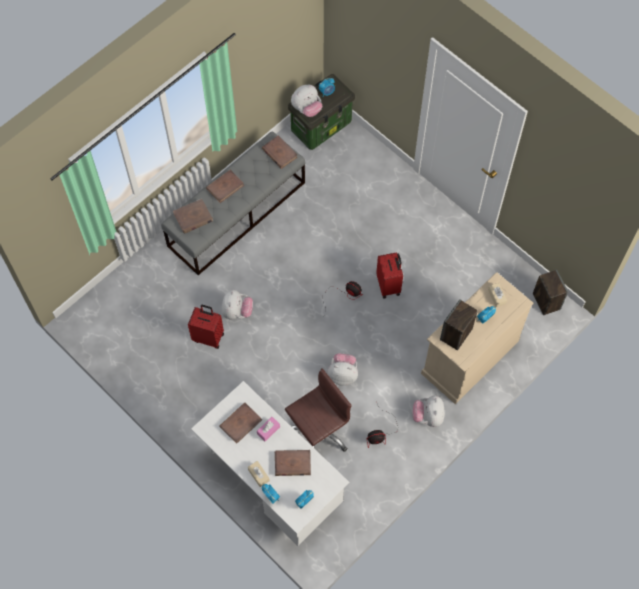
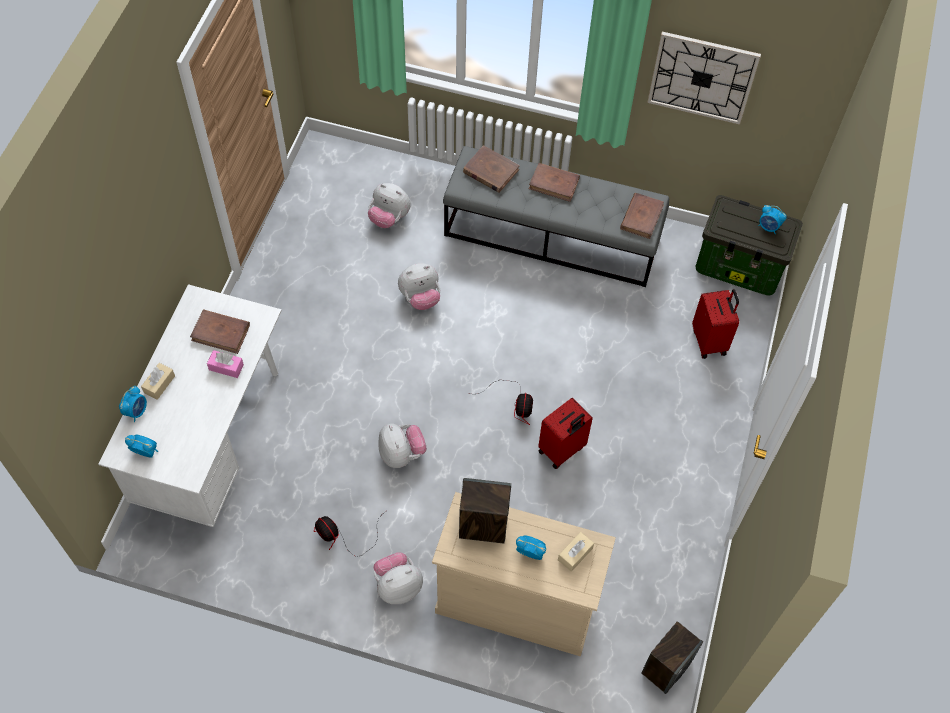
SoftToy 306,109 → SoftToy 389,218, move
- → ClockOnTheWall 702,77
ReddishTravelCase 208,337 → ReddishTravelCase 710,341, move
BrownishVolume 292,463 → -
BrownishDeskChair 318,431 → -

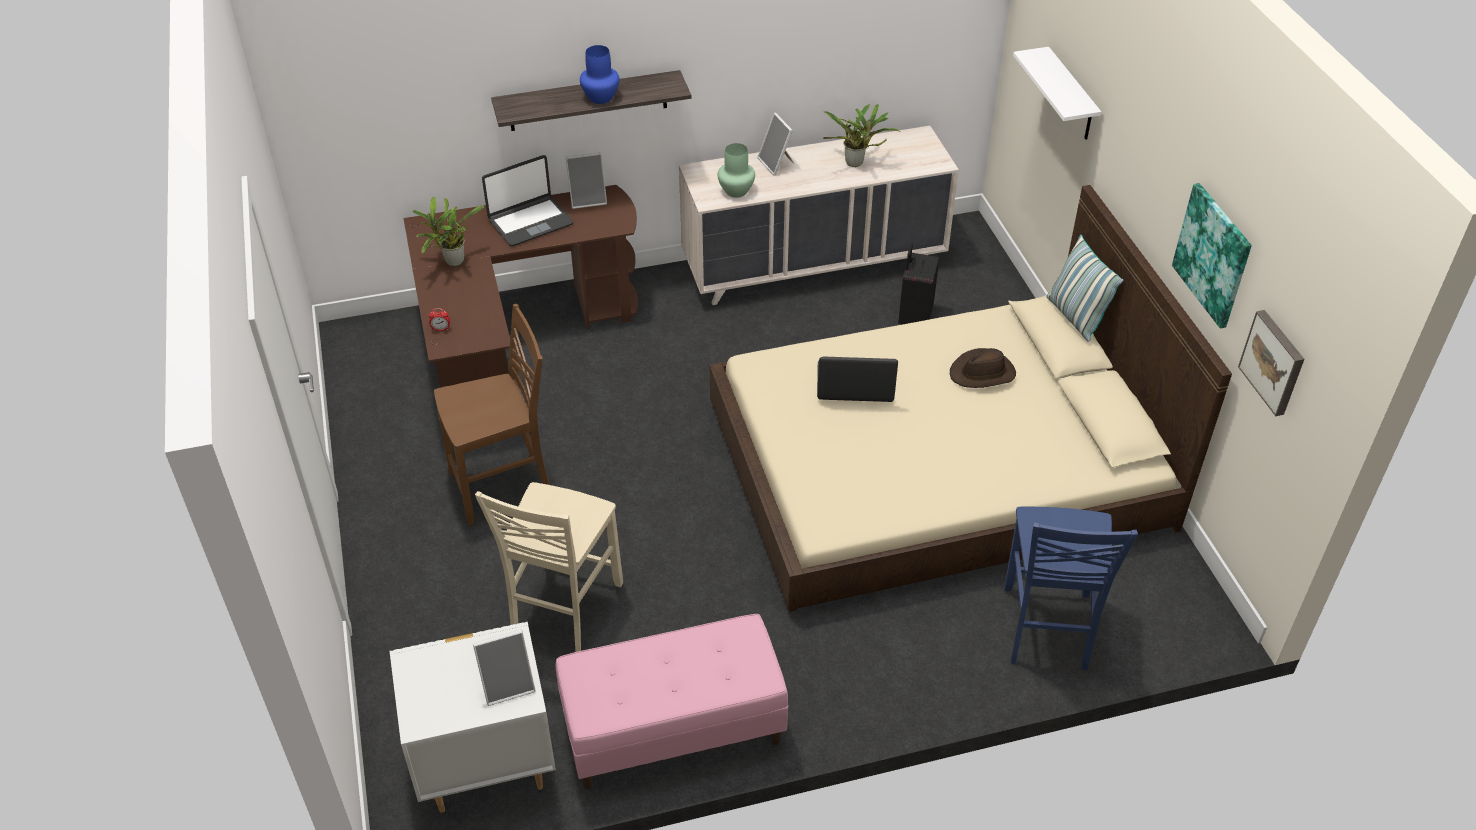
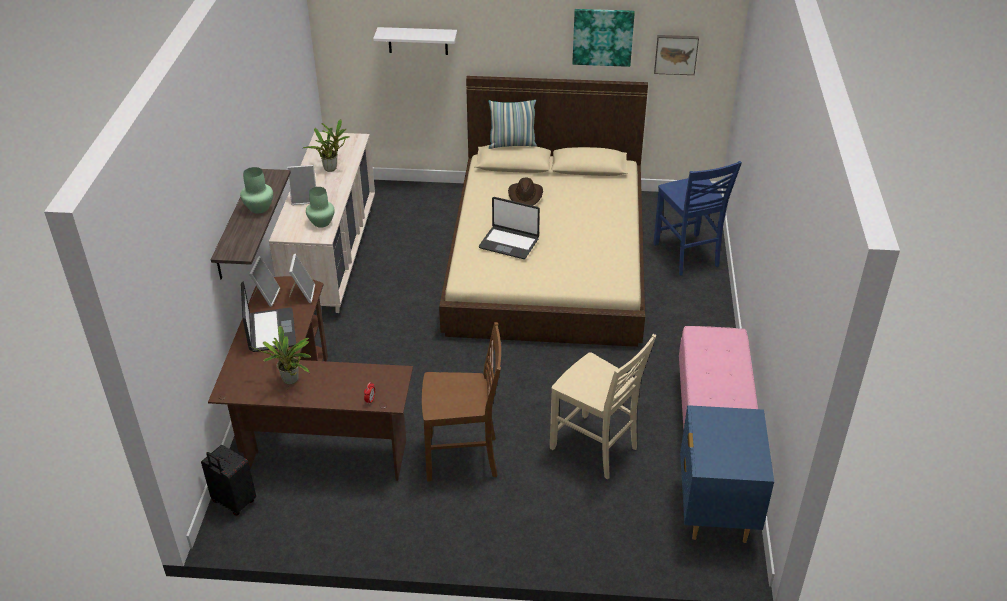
BlackColouredTravelCase 914,318 → BlackColouredTravelCase 233,502, move
BlueFlowerVase 601,97 → GreenColouredFlowerVase 258,208
PictureFrame 508,685 → PictureFrame 302,294, move
BrownishChair 504,486 → BrownishChair 463,458, 90 degrees clockwise
PortableComputer 855,384 → PortableComputer 509,243, 90 degrees counterclockwise
BlueChair 1046,629 → BlueChair 687,256, 45 degrees clockwise
WhiteColouredNightstand 485,767 → BlueNightstand 715,512

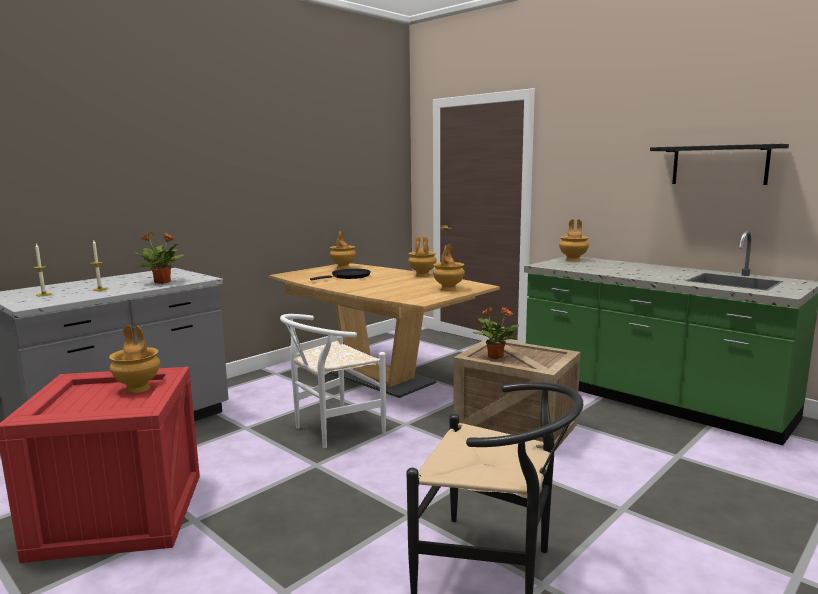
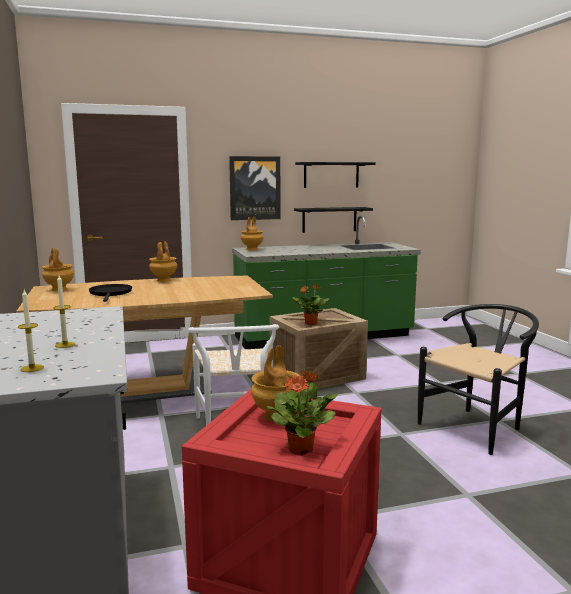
- → WallPicture 255,188
PottedPlant 163,282 → PottedPlant 301,449, move
- → BlackColouredShelf 329,219
BrownishFlowerVase 448,289 → -

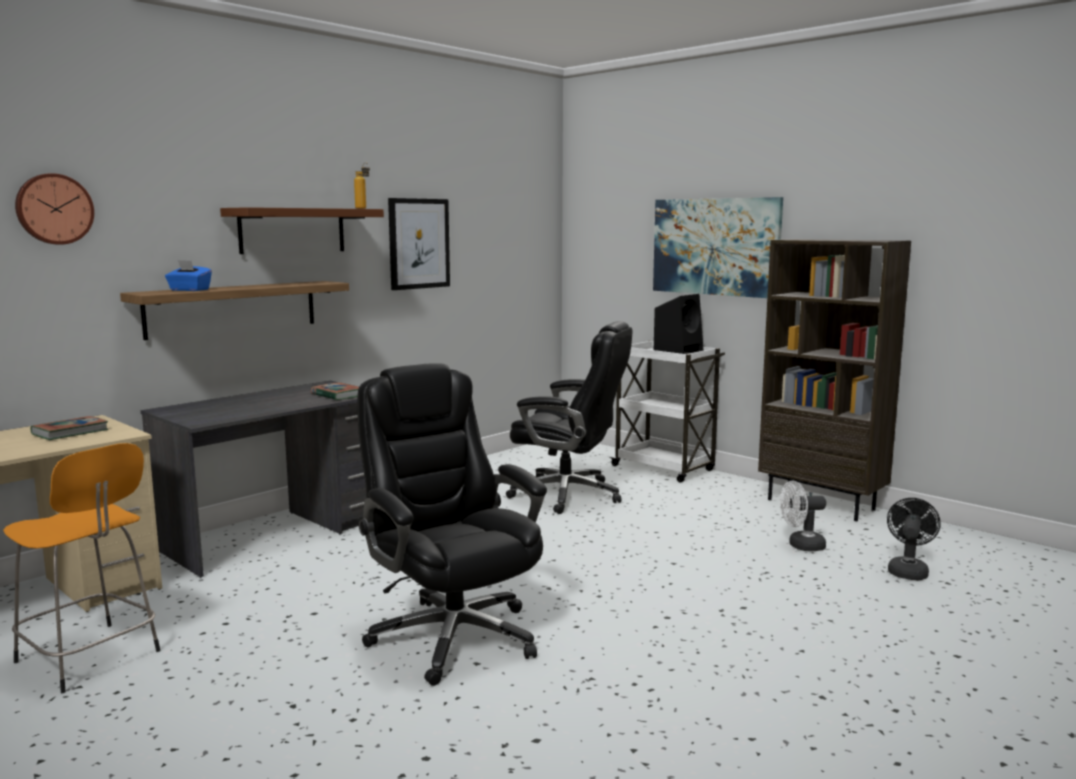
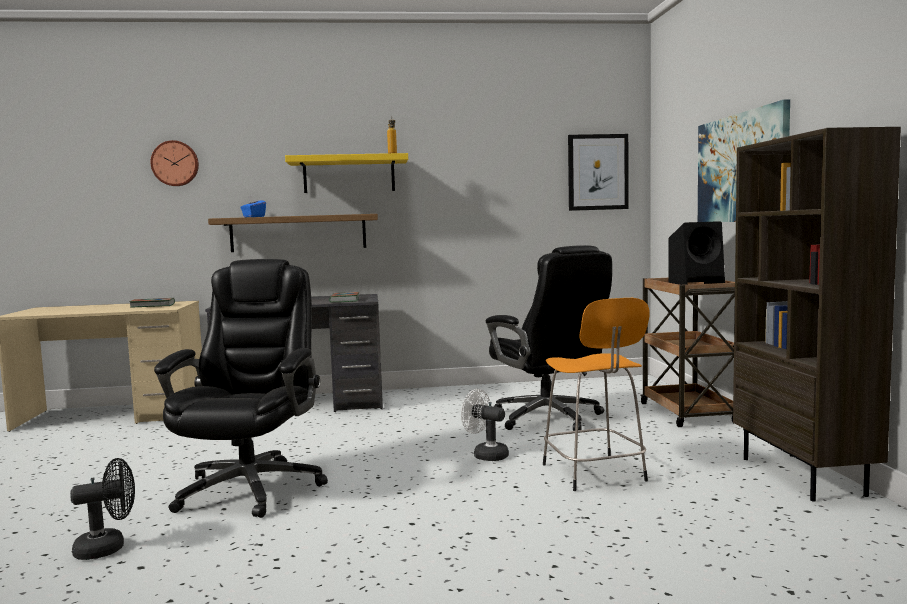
BlackColouredFan 908,570 → BlackColouredFan 108,548, move
BrownishShelf 292,230 → YellowColouredShelf 349,175
WhiteColouredFan 801,546 → WhiteColouredFan 485,455, move
OrangeColouredStoolSeat 90,658 → OrangeColouredStoolSeat 594,474, move
WallPicture 418,243 → WallPicture 597,172, move
WhiteColouredWheeledCart 664,469 → BrownishWheeledCart 688,414

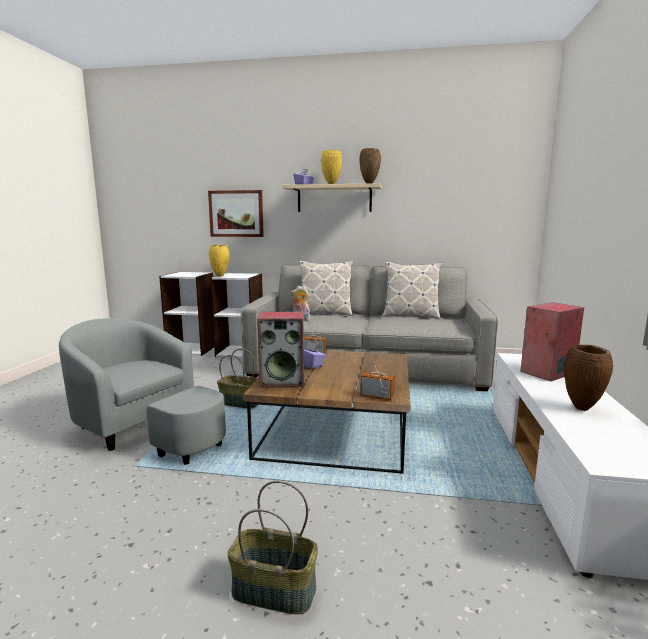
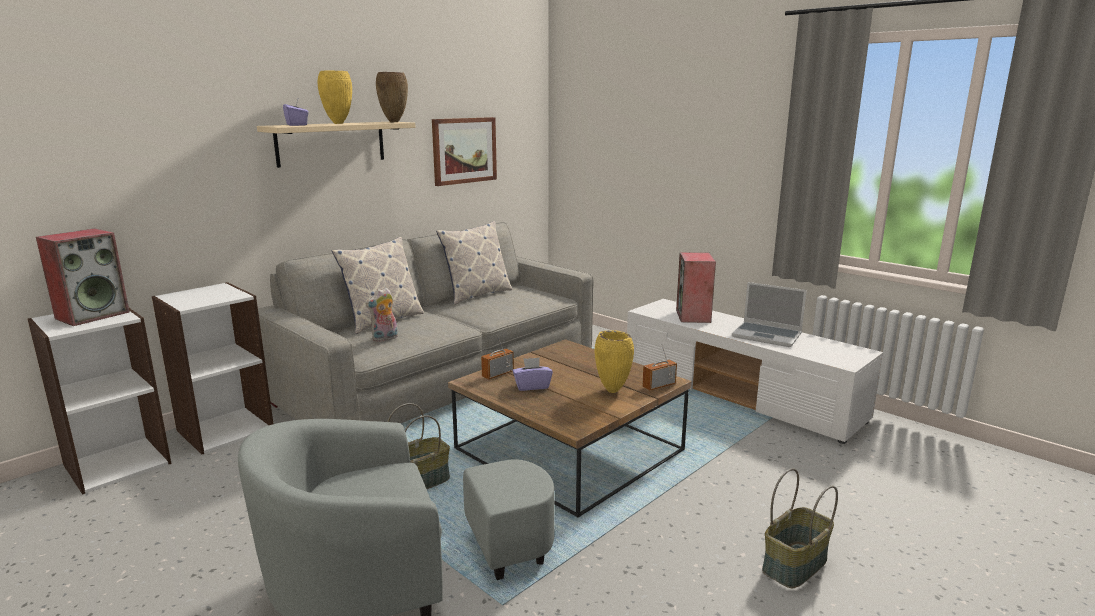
AudioSpeaker 283,381 → AudioSpeaker 93,315, move
WallPicture 236,213 → WallPicture 464,150, move
YellowColouredFlowerVase 220,276 → YellowColouredFlowerVase 613,390, move
BrownishFlowerVase 582,409 → PortableComputer 767,335

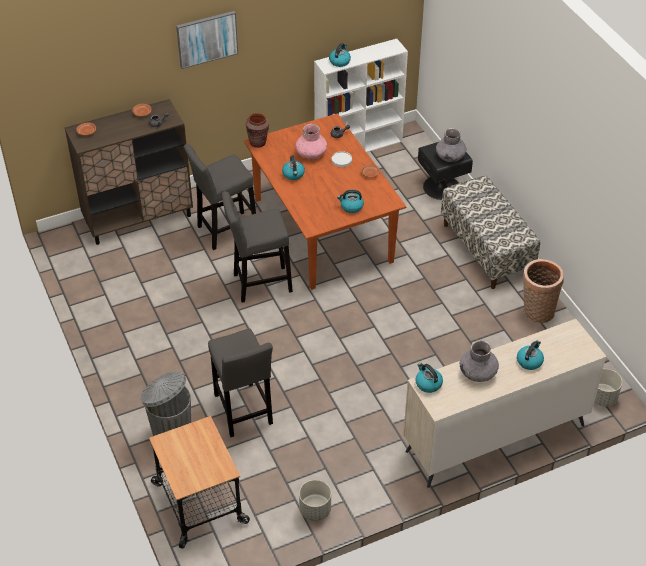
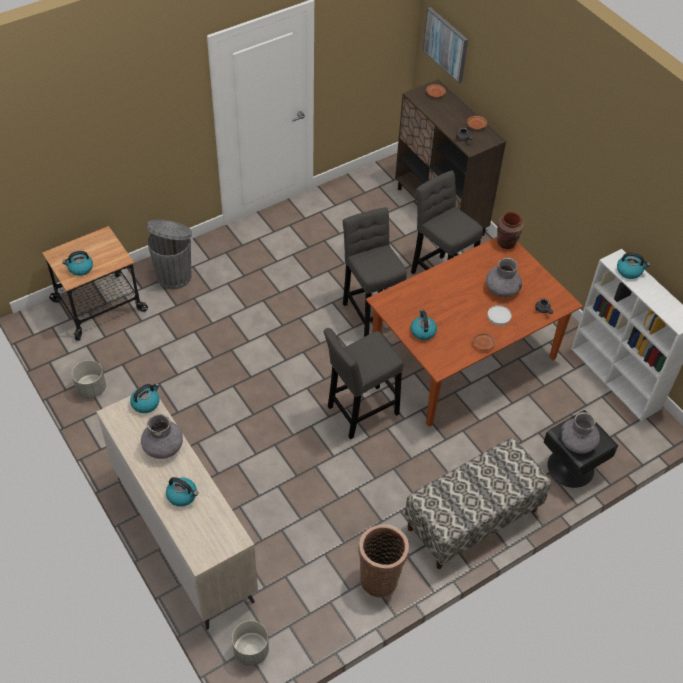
TeaKettle 293,174 → TeaKettle 80,268, move
GrayStoolSeat 243,412 → GrayStoolSeat 360,412, move
WallPicture 207,39 → WallPicture 446,44, move
PinkishFlowerVase 311,154 → GrayFlowerVase 502,289

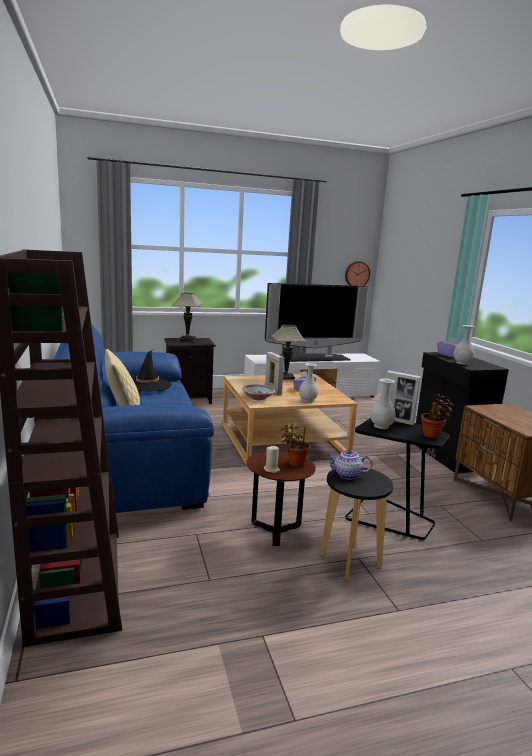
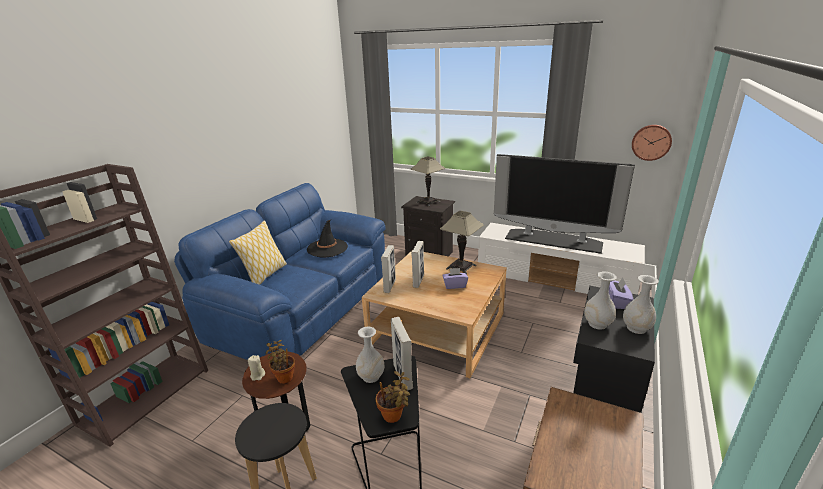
DeepDish 257,398 → PictureFrame 389,286
WhiteColouredFlowerVase 308,400 → WhiteColouredFlowerVase 636,328, move
TeaPot 346,475 → -

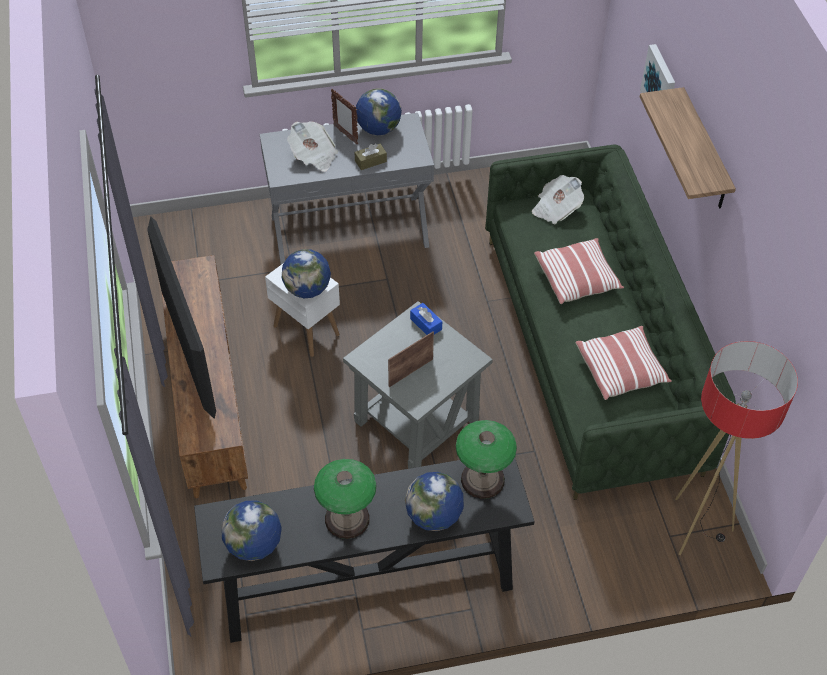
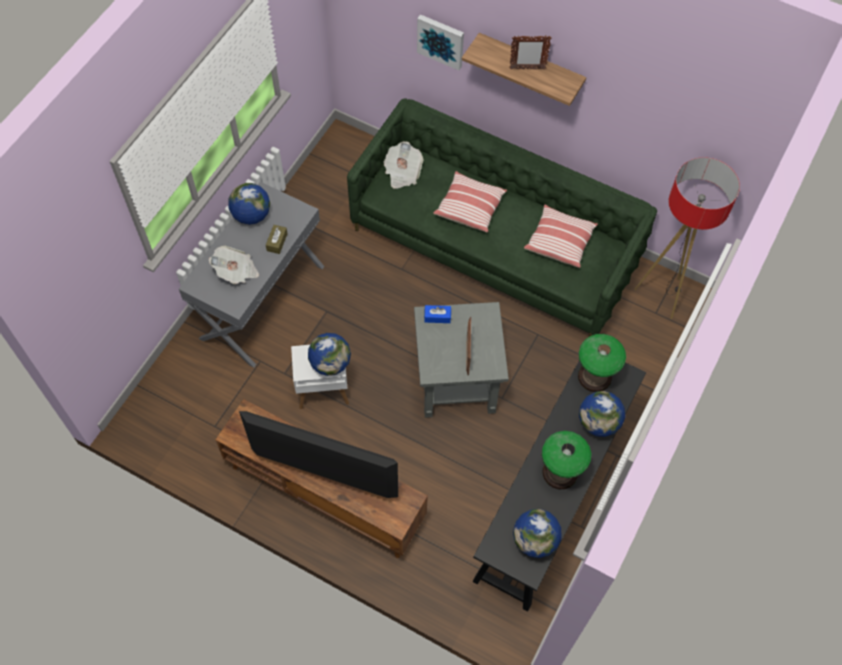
PictureFrame 345,135 → PictureFrame 527,69, move

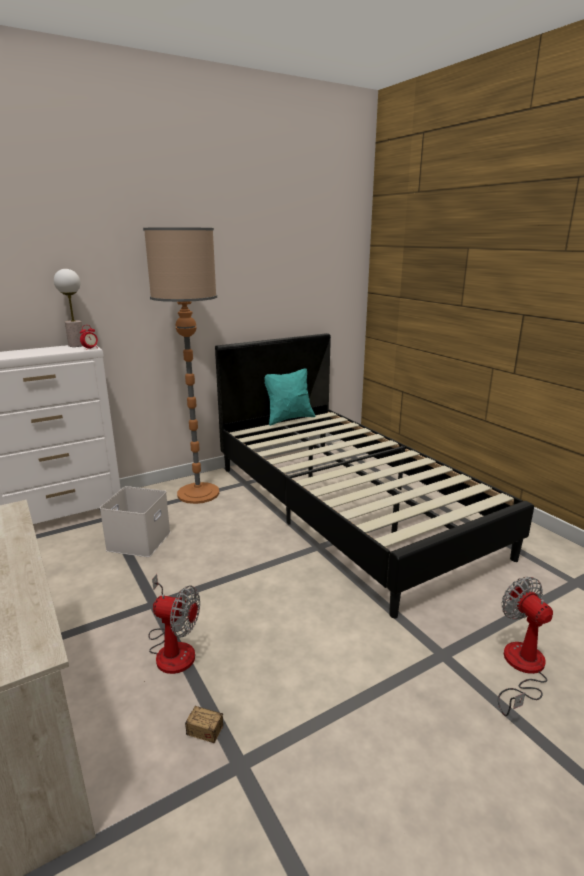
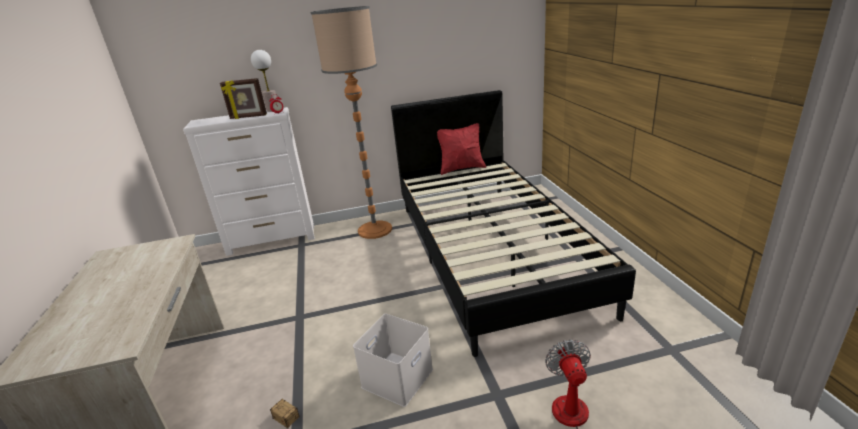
- → PictureFrame 248,117
WhiteColouredStorageBox 139,542 → WhiteColouredStorageBox 398,379, move
TurquoisePillow 288,418 → ReddishPillow 461,168
Fan 173,648 → -

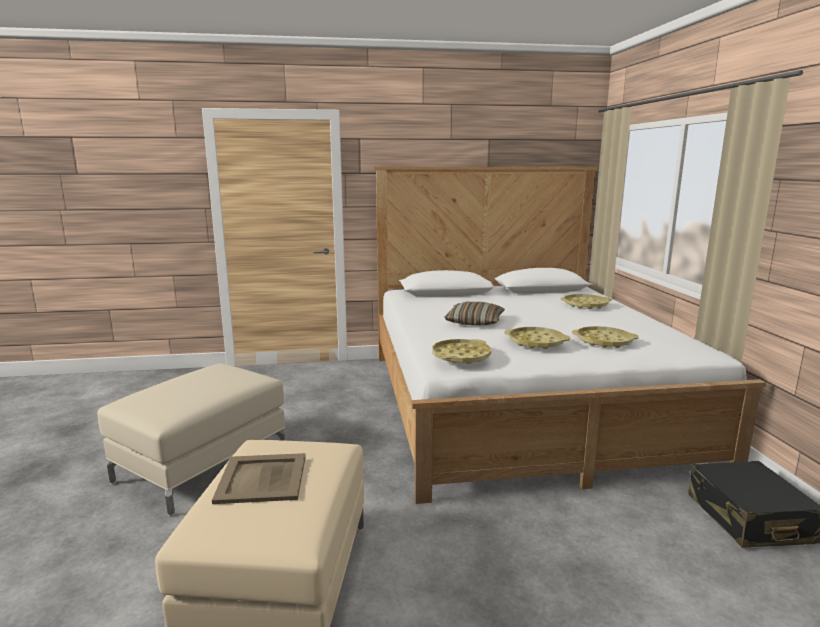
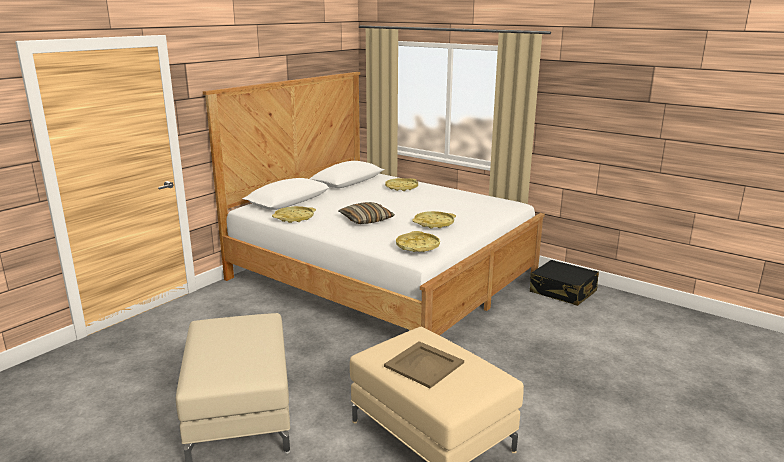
YellowColouredServingTray 604,341 → YellowColouredServingTray 294,218, move

